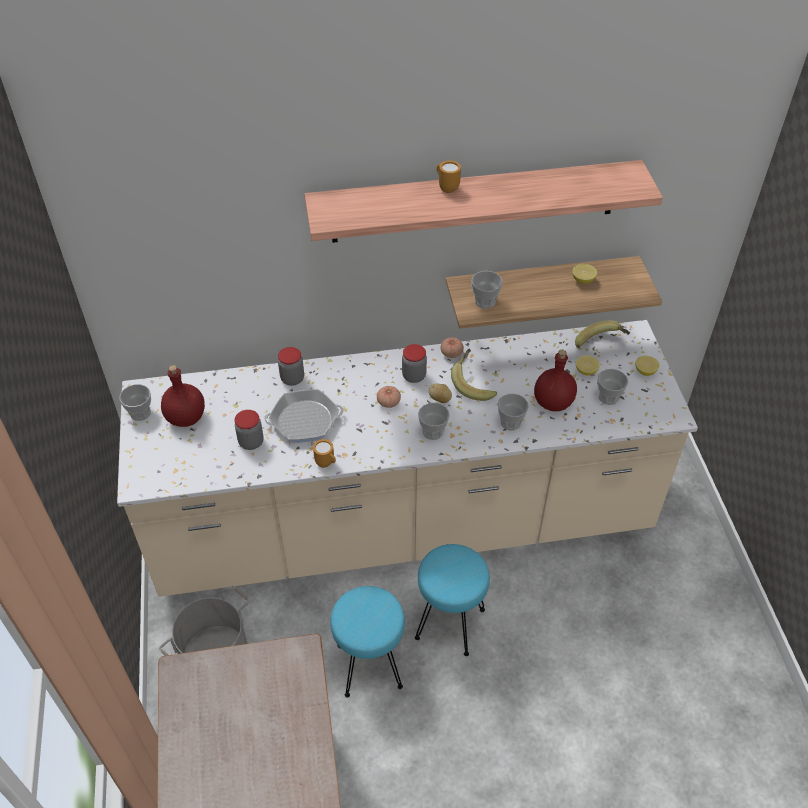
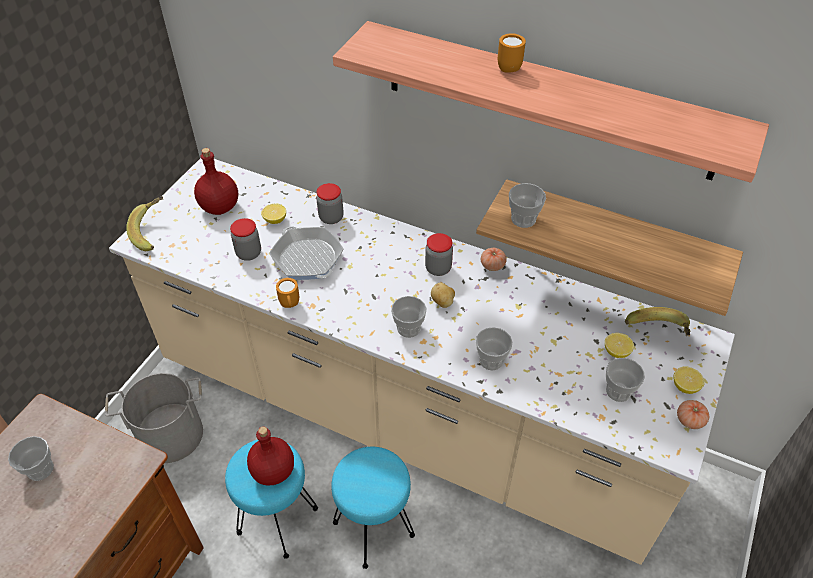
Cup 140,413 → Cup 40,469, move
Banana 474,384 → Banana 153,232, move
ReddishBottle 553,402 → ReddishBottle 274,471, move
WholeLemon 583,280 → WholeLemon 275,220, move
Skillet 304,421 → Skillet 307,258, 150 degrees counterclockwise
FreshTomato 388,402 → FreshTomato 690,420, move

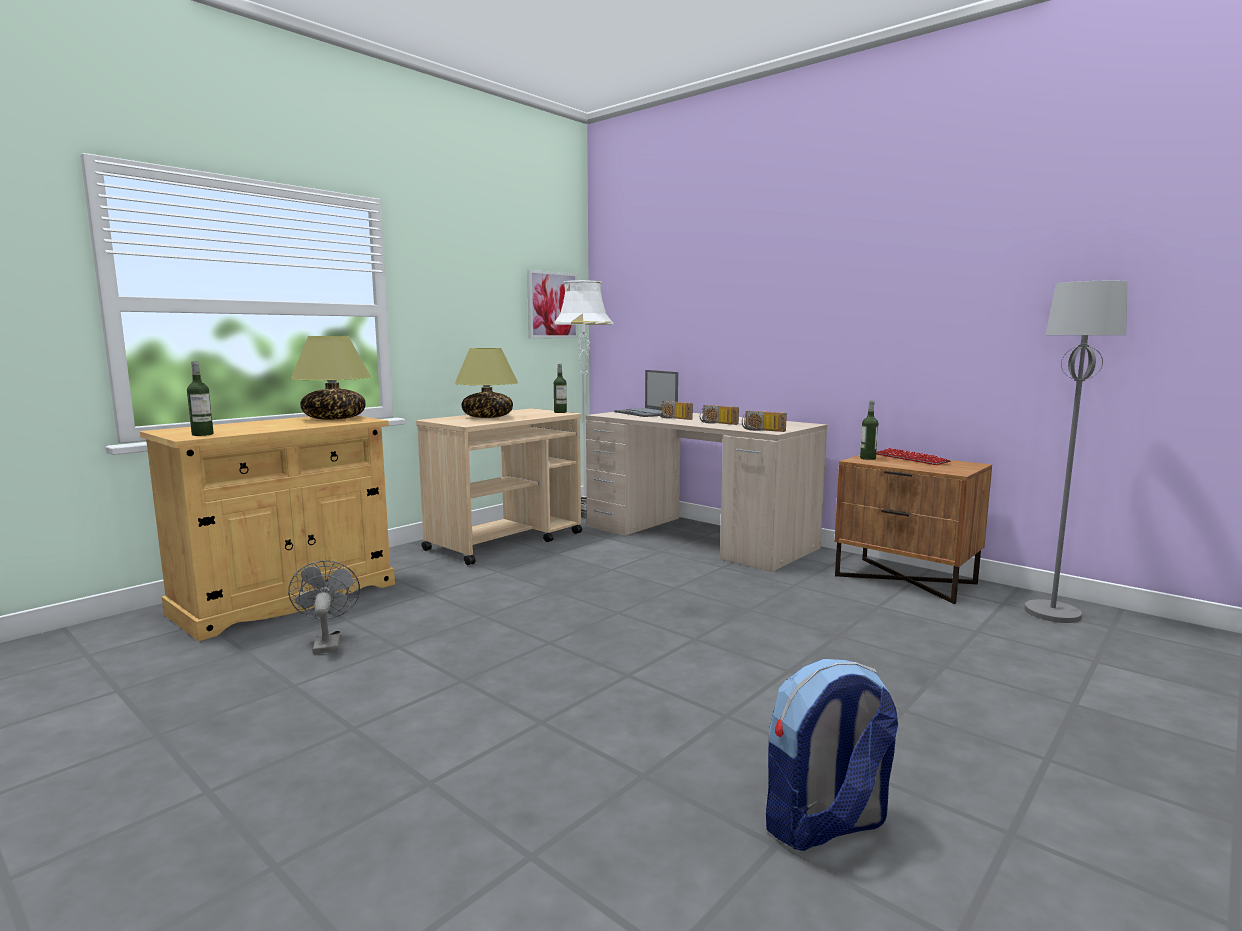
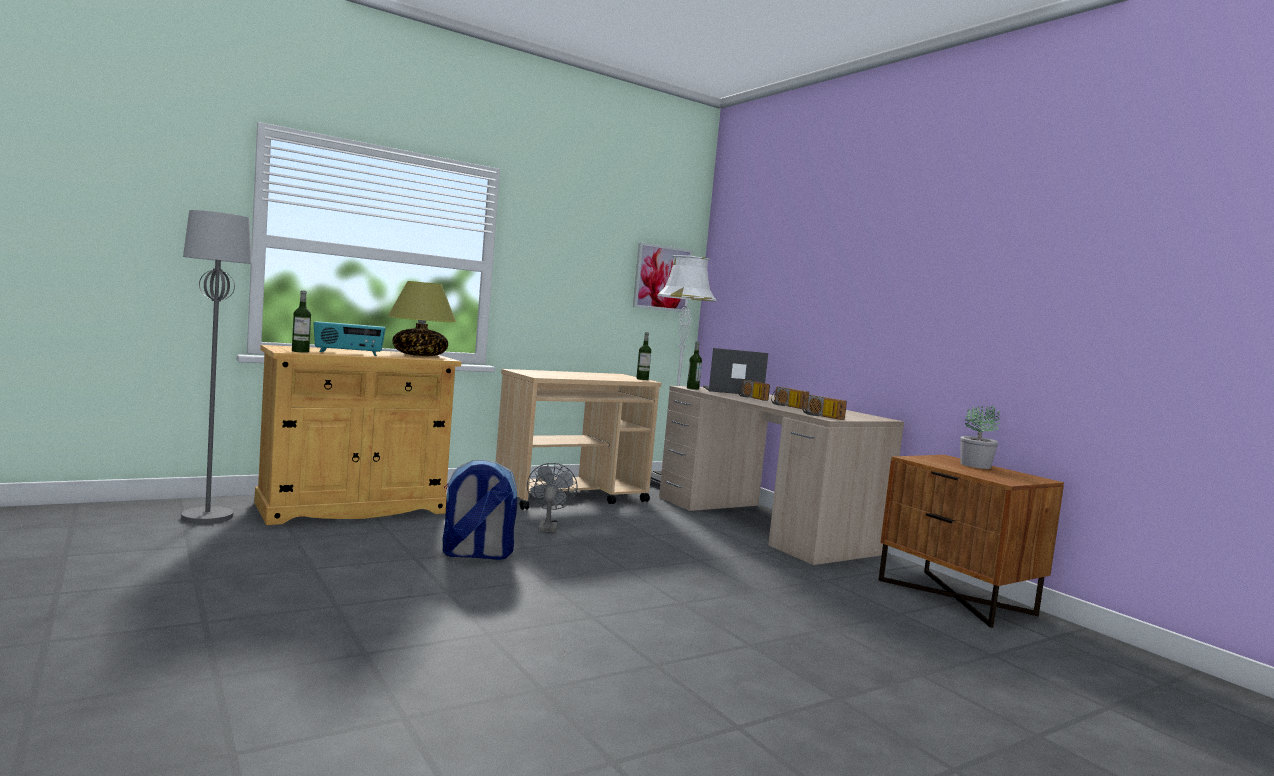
GrayStandardLamp 1051,613 → GrayStandardLamp 207,517, move
- → Radio 348,353
Knapsack 825,825 → Knapsack 475,554, move
GrayFan 327,642 → GrayFan 547,527, move
Bottle 867,458 → Bottle 692,388, move
PortableComputer 646,413 → PortableComputer 732,391, 105 degrees clockwise
ComputerKeyboard 911,459 → PottedPlant 976,465
TabletopLamp 488,417 → -

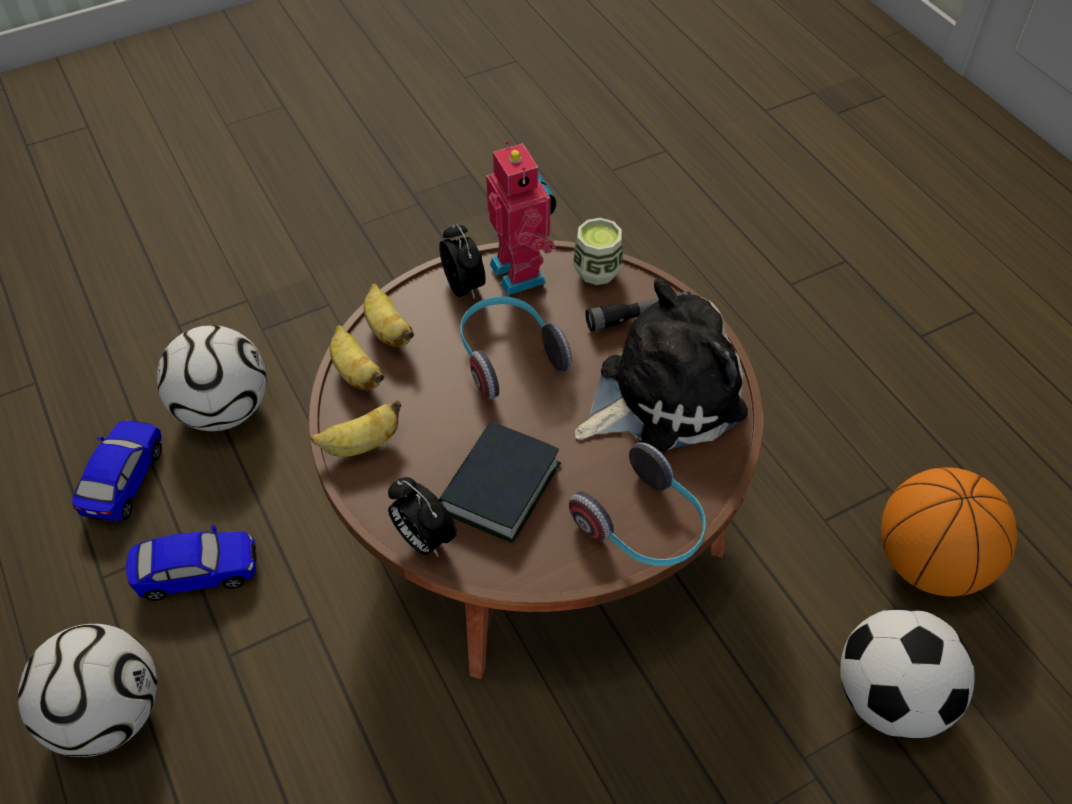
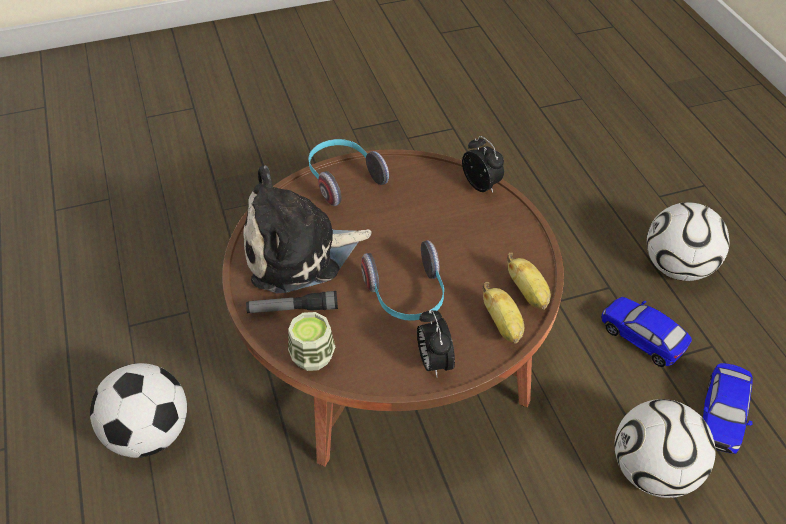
Football 890,697 → Football 148,434, move
ModelCar 198,573 → ModelCar 641,339, 45 degrees clockwise
Banana 361,444 → -
Volume 499,488 → -
RobotFigure 521,272 → -
BallForBasketball 929,563 → -

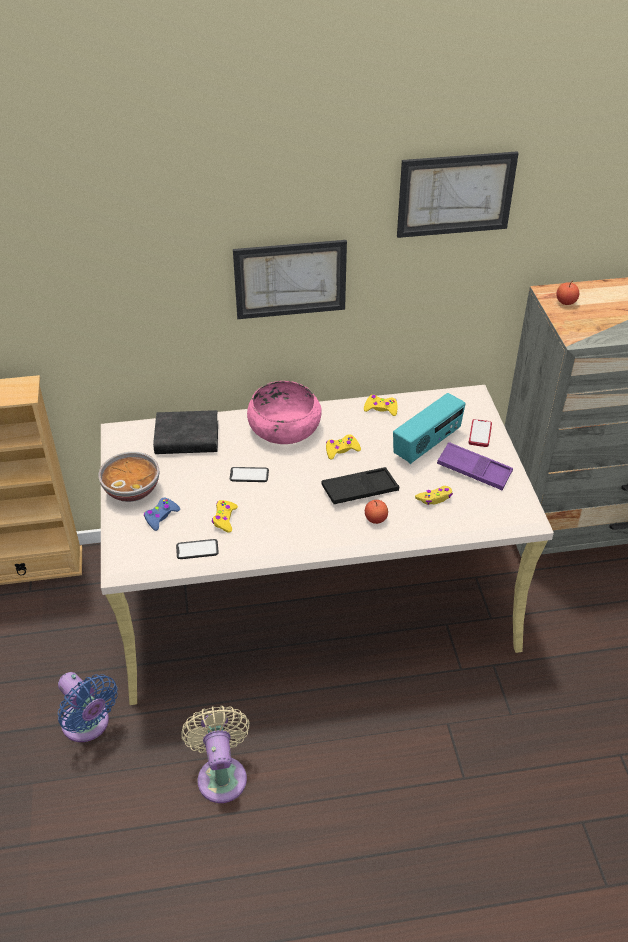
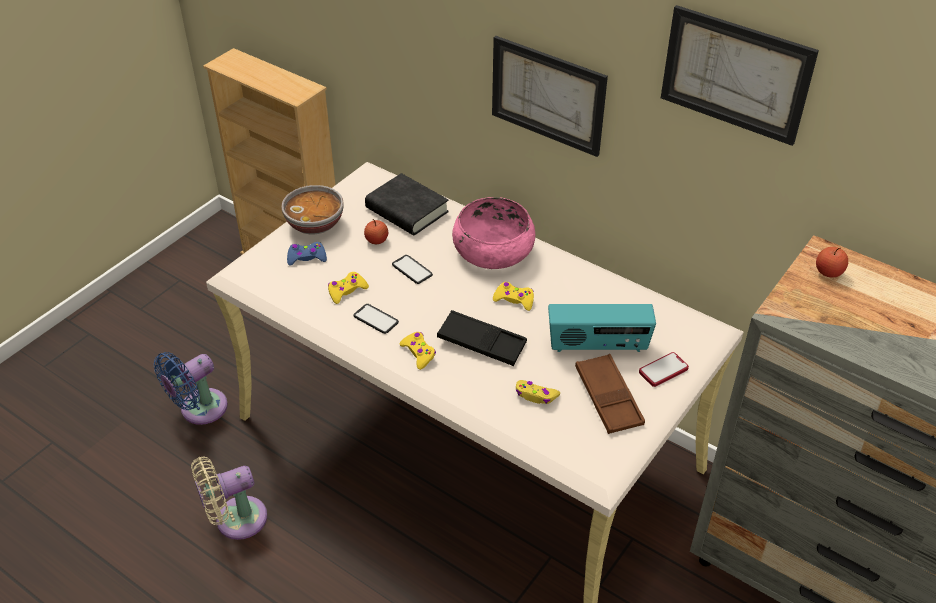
BlueFan 88,725 → BlueFan 199,410, 45 degrees clockwise
BeigeColouredFan 221,774 → BeigeColouredFan 235,520, 150 degrees counterclockwise
Telephone 197,549 → Telephone 376,319, move
WholeApple 375,519 → WholeApple 376,240, move
YellowColouredGameController 381,409 → YellowColouredGameController 418,353, move
PurpleColouredServingTray 474,470 → BrownishServingTray 608,398

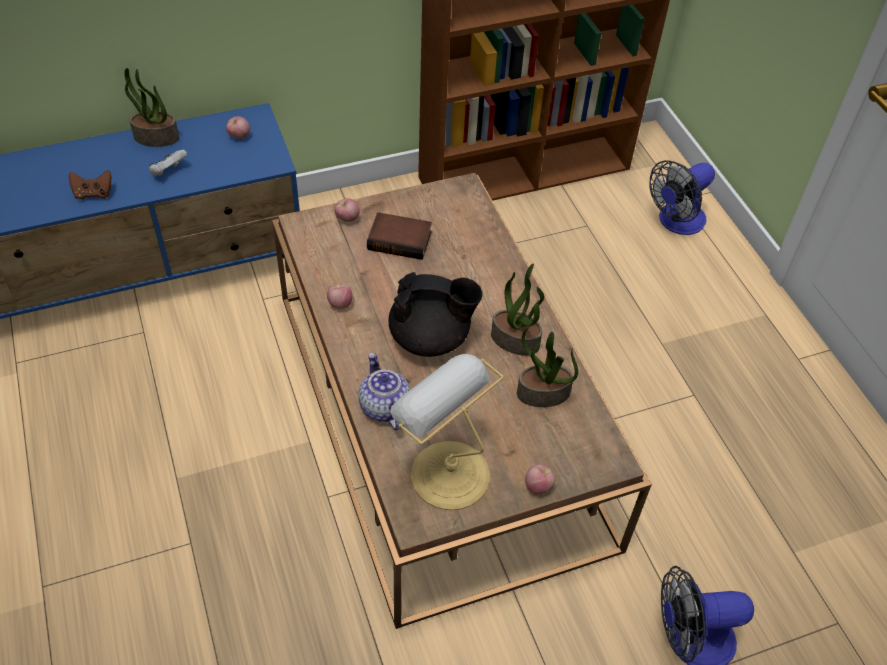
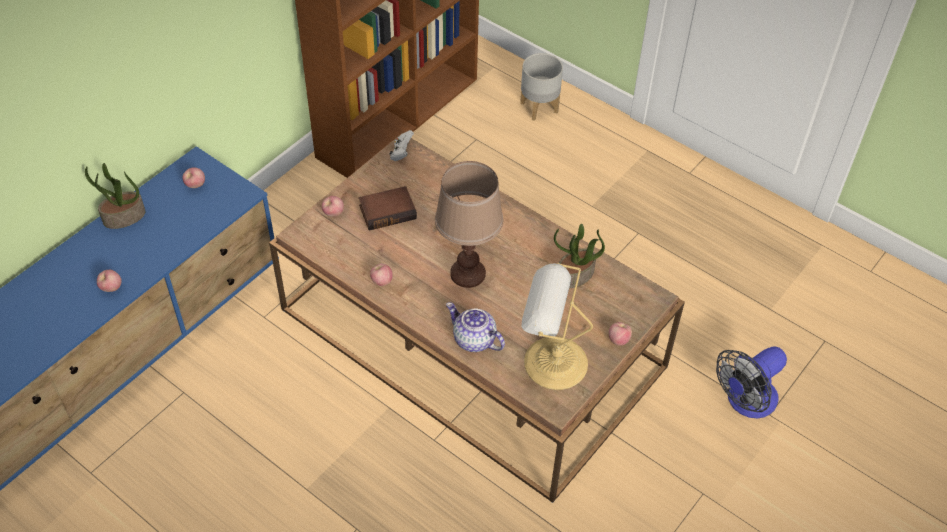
BrownishGameController 93,193 → WholeApple 111,288
WhiteColouredGameController 168,171 → WhiteColouredGameController 401,153, move
BlackColouredTeaPot 431,338 → BrownishTabletopLamp 468,274
Fan 676,222 → GrayPlanter 539,107
PottedPlant 516,340 → -

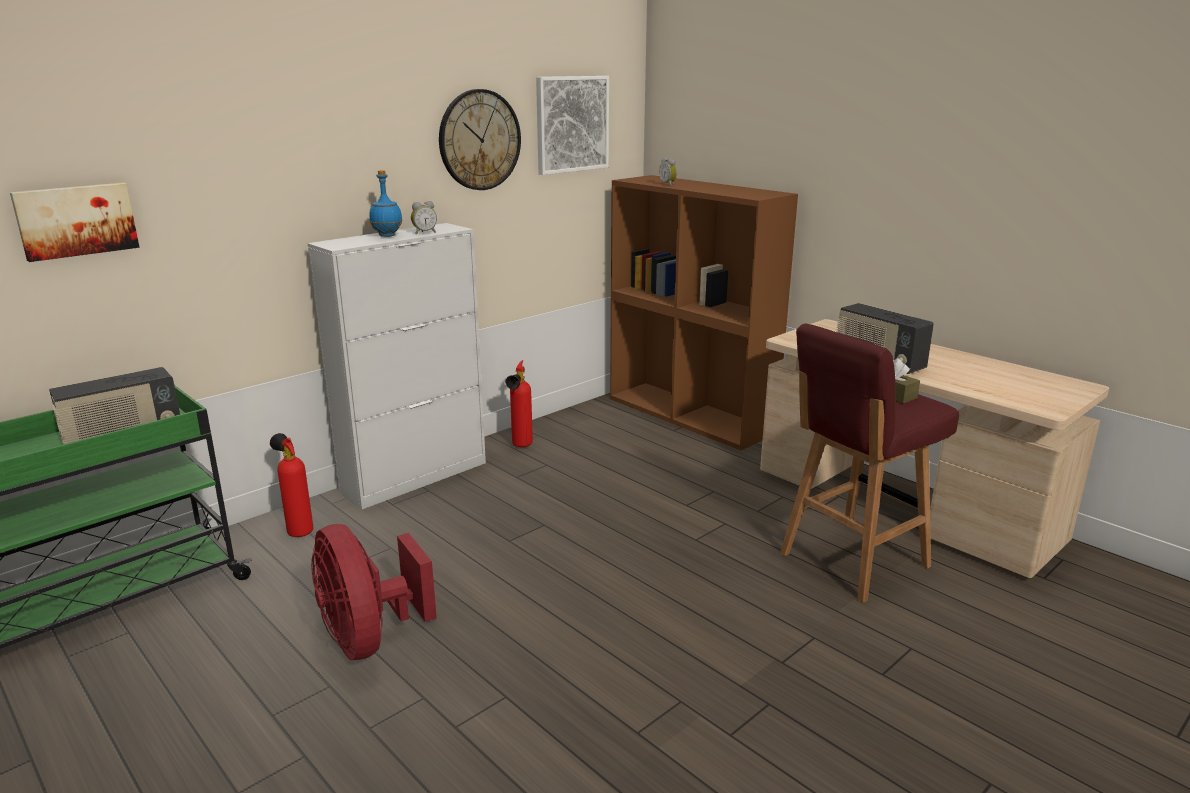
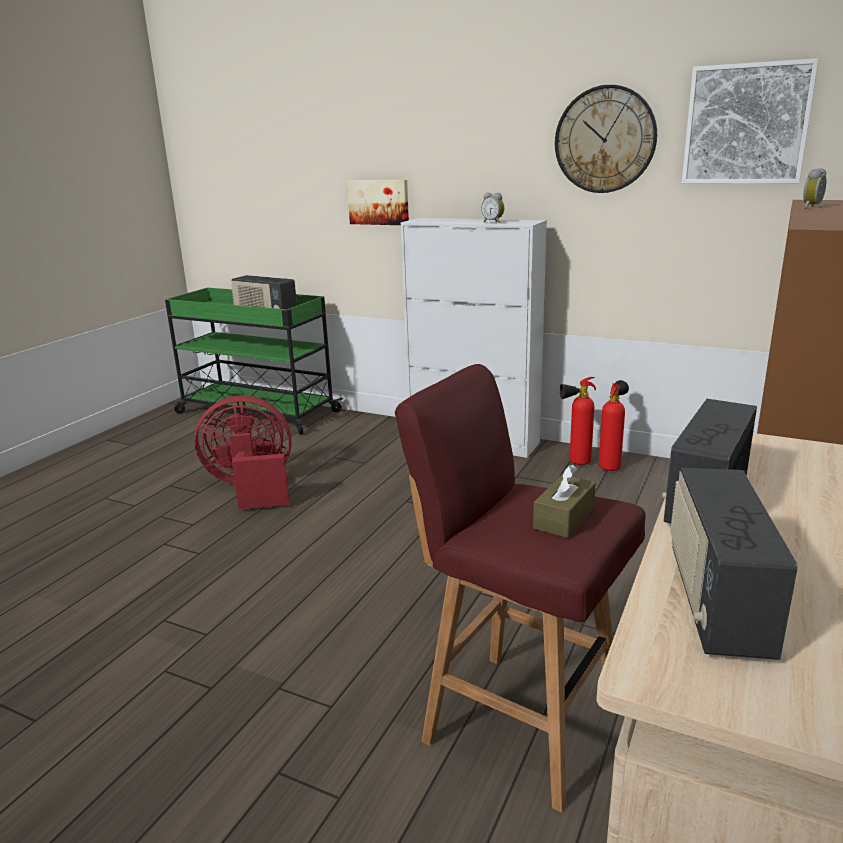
ReddishFan 369,638 → ReddishFan 251,488, 45 degrees clockwise
WallPicture 76,220 → WallPicture 379,202, move
FireFightingCylinder 298,531 → FireFightingCylinder 610,466, move
- → Radio 715,601
BlueBottle 387,235 → -

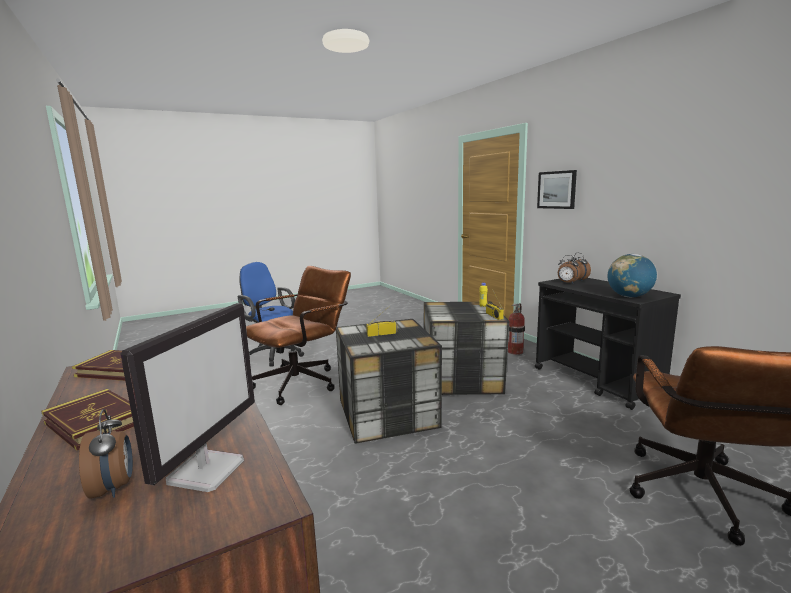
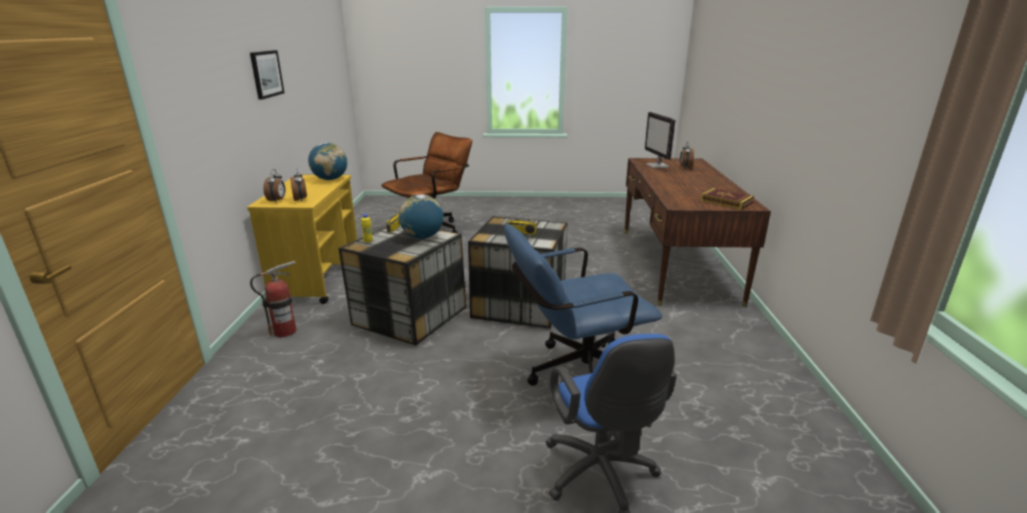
BlackColouredWheeledCart 597,381 → YellowColouredWheeledCart 318,278
WallPicture 557,190 → WallPicture 266,74, move
- → DeskGlobe 422,237
BrownishDeskChair 303,382 → BlueDeskChair 575,375
Monitor 207,470 → Monitor 657,166, 60 degrees counterclockwise
Volume 94,423 → -

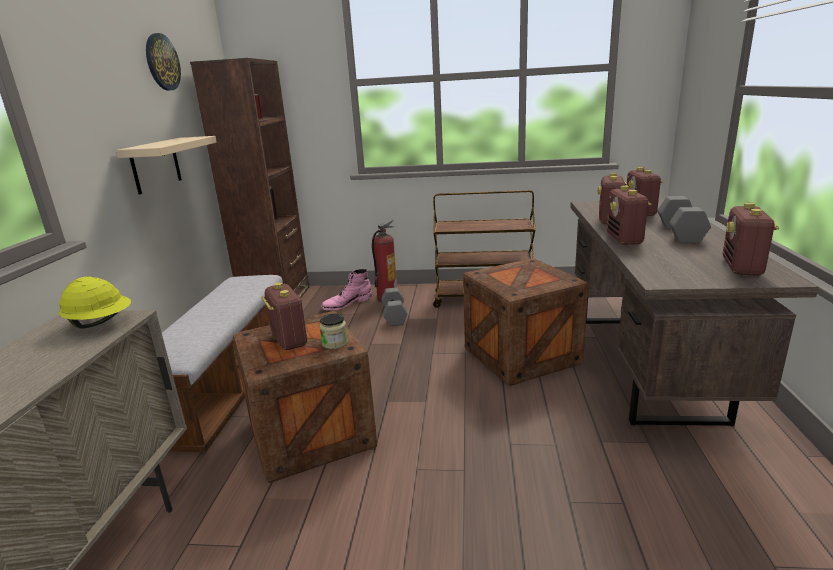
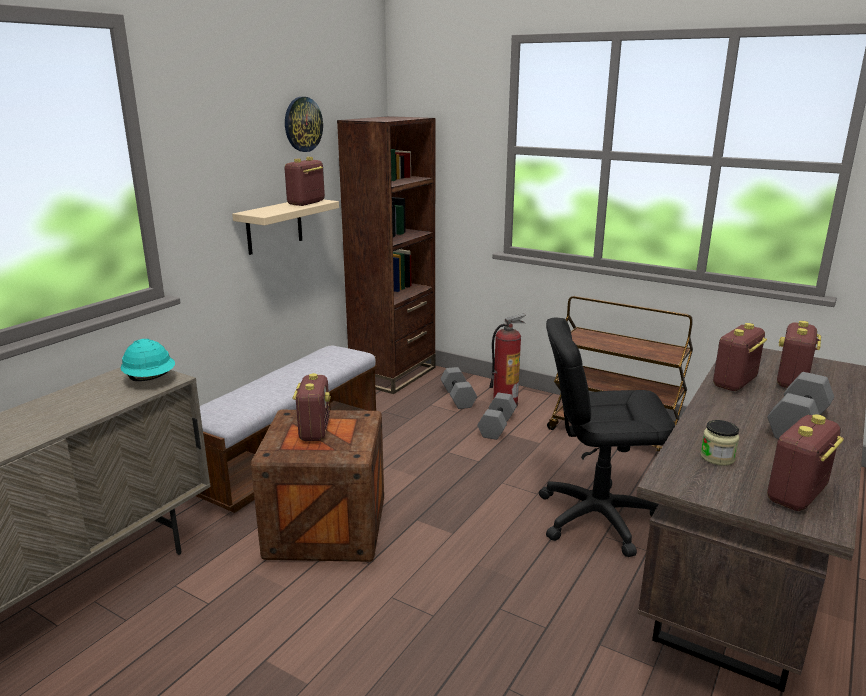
YellowColouredSafetyHelmet 101,324 → TurquoiseSafetyHelmet 150,380
Radio 624,239 → Radio 306,203, move
PinkishBoot 347,303 → GrayFreeWeight 459,397
PackingCrate 521,356 → BlackColouredDeskChair 597,517
Jar 335,343 → Jar 717,457, move

